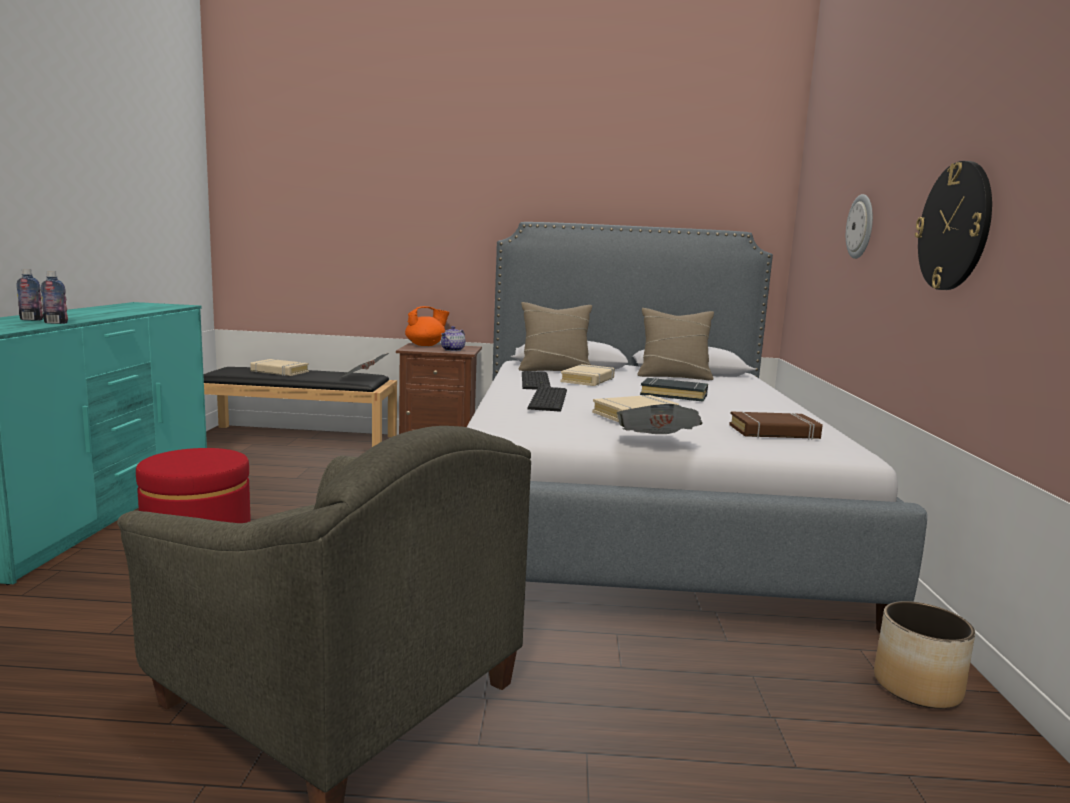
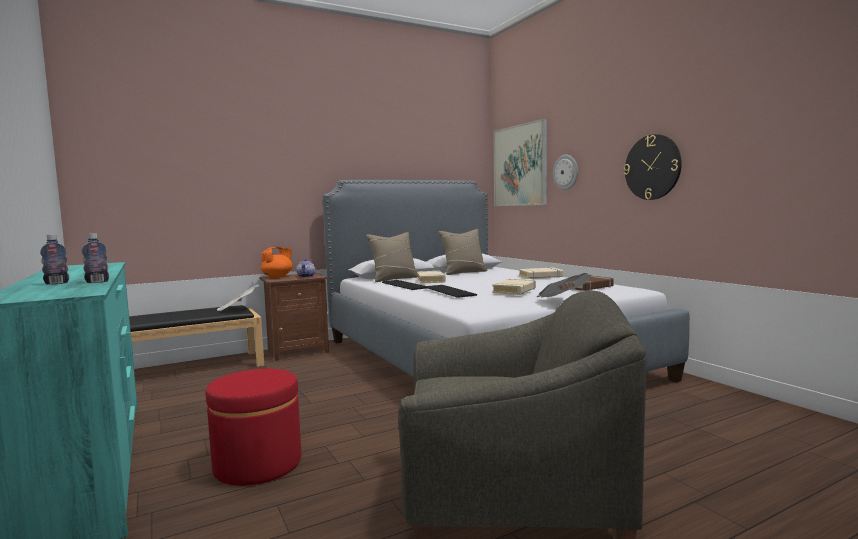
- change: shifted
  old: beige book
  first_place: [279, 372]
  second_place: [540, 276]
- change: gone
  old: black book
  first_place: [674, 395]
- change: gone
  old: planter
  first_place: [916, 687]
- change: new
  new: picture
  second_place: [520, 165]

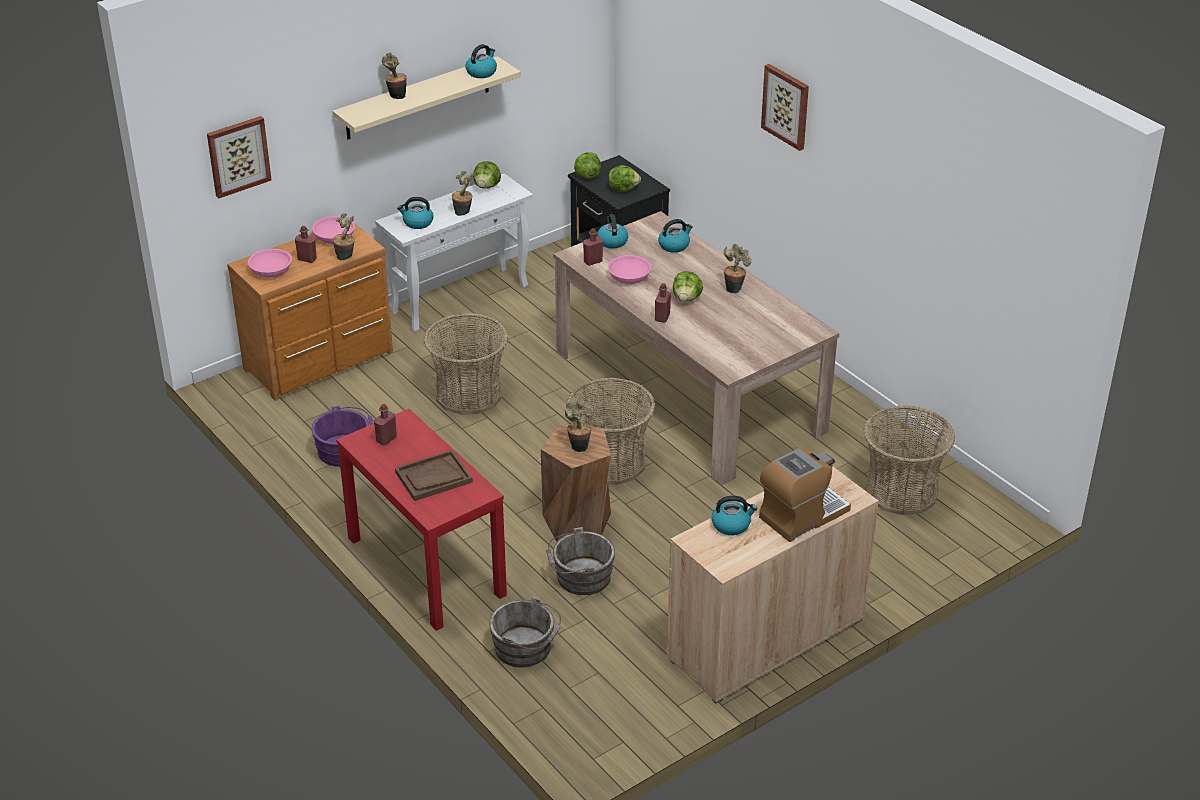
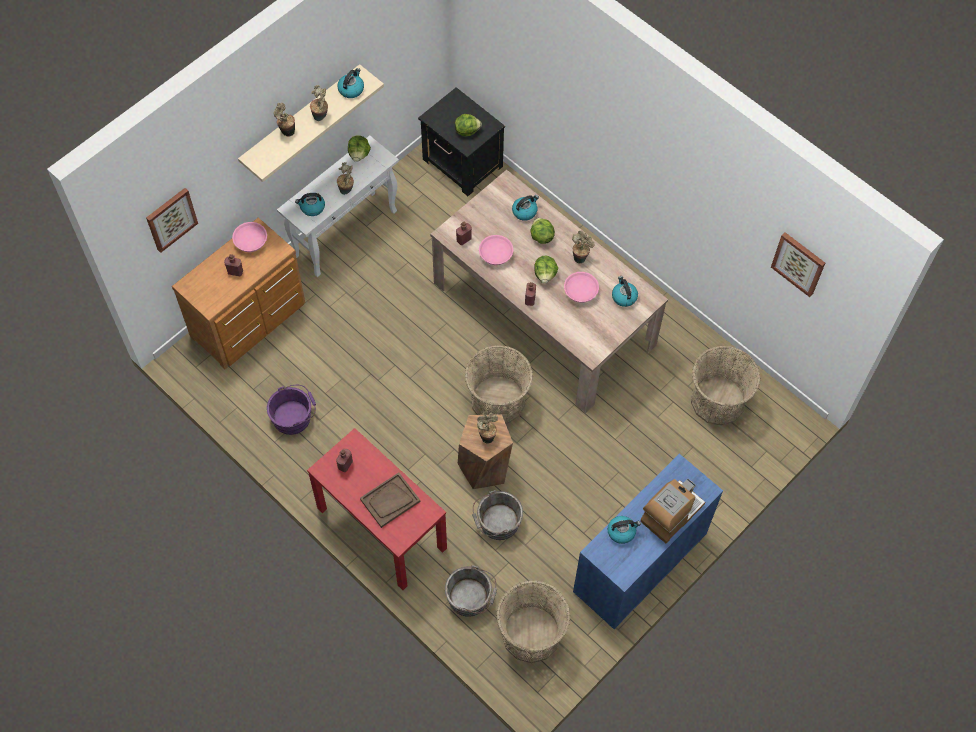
- change: shifted
  old: pink bowl
  first_place: [271, 270]
  second_place: [580, 291]
- change: shifted
  old: potted plant
  first_place: [346, 257]
  second_place: [321, 116]
- change: shifted
  old: basket
  first_place: [468, 394]
  second_place: [531, 634]
- change: shifted
  old: lettuce
  first_place: [587, 176]
  second_place: [541, 236]
- change: shifted
  old: kettle
  first_place: [612, 241]
  second_place: [624, 296]
- change: repainted
  old: beige cabinet
  new: blue cabinet
  first_place: [766, 639]
  second_place: [639, 563]
- change: shifted
  old: picture
  first_place: [786, 106]
  second_place: [799, 263]

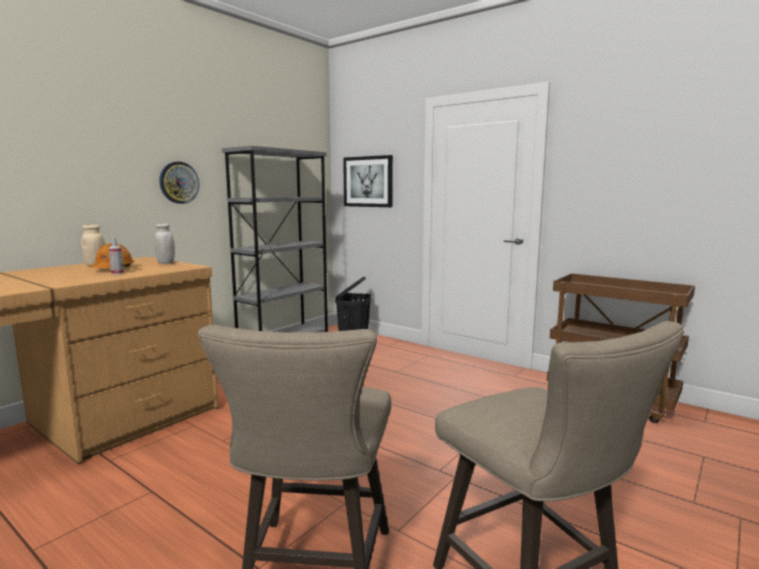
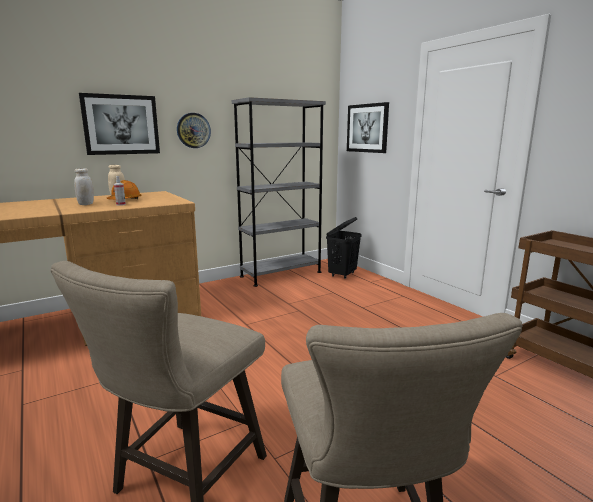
- change: shifted
  old: white jar
  first_place: [166, 263]
  second_place: [86, 204]
- change: new
  new: picture
  second_place: [121, 124]

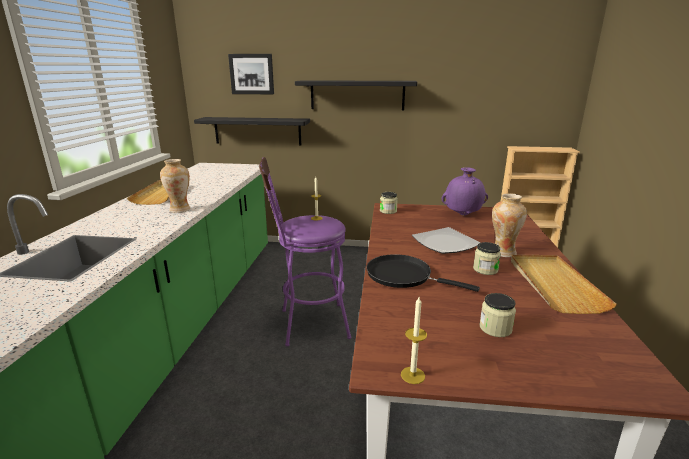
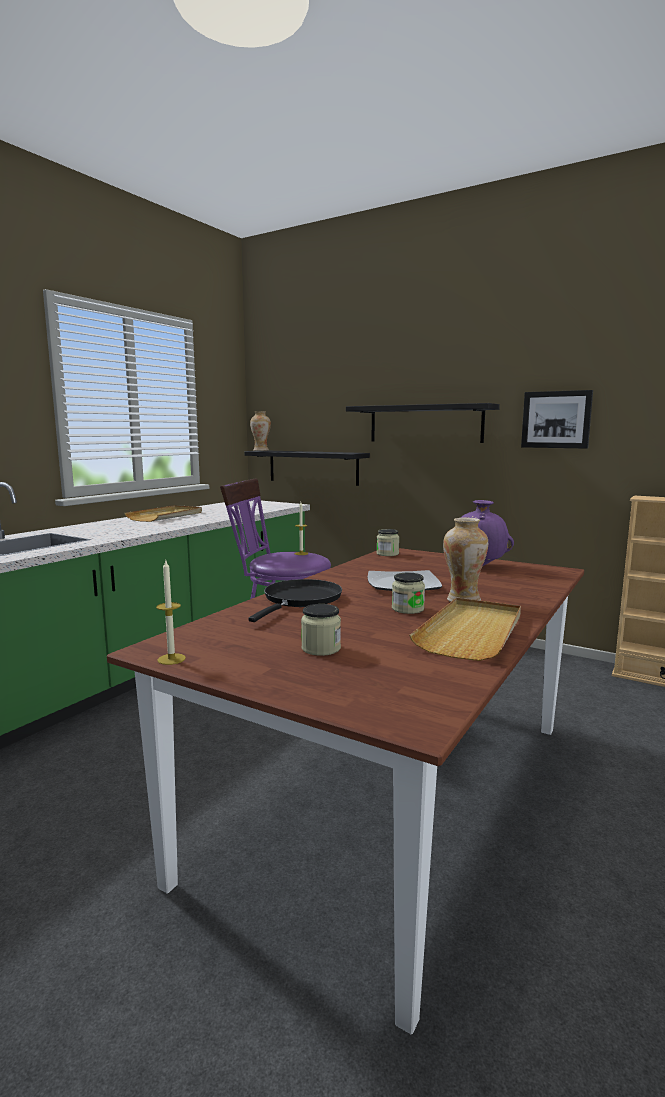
- change: shifted
  old: vase
  first_place: [180, 210]
  second_place: [261, 450]
- change: shifted
  old: picture
  first_place: [252, 74]
  second_place: [556, 419]
- change: rotated
  old: black frying pan
  first_place: [403, 276]
  second_place: [300, 600]
  degrees: 60

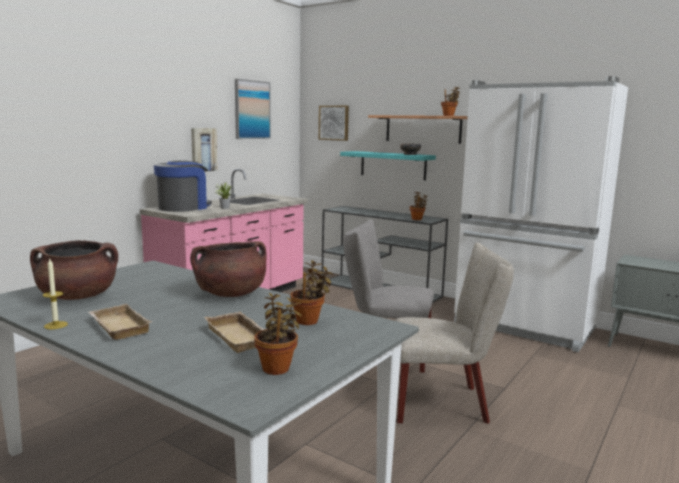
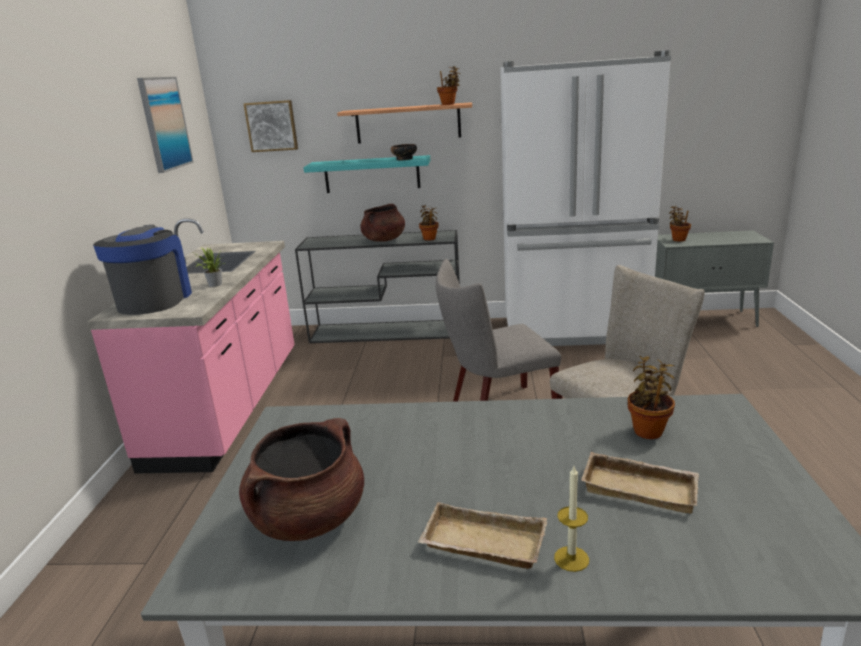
- change: shifted
  old: candle
  first_place: [56, 325]
  second_place: [571, 559]
- change: shifted
  old: brown cooking pot
  first_place: [230, 294]
  second_place: [384, 240]
- change: gone
  old: picture
  first_place: [203, 149]
- change: shifted
  old: potted plant
  first_place: [277, 367]
  second_place: [678, 239]

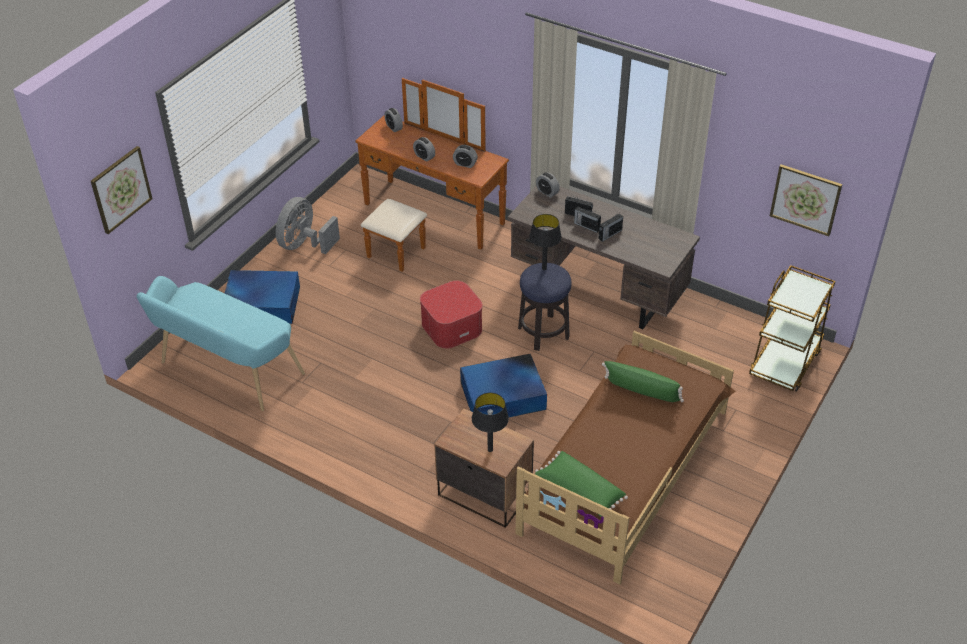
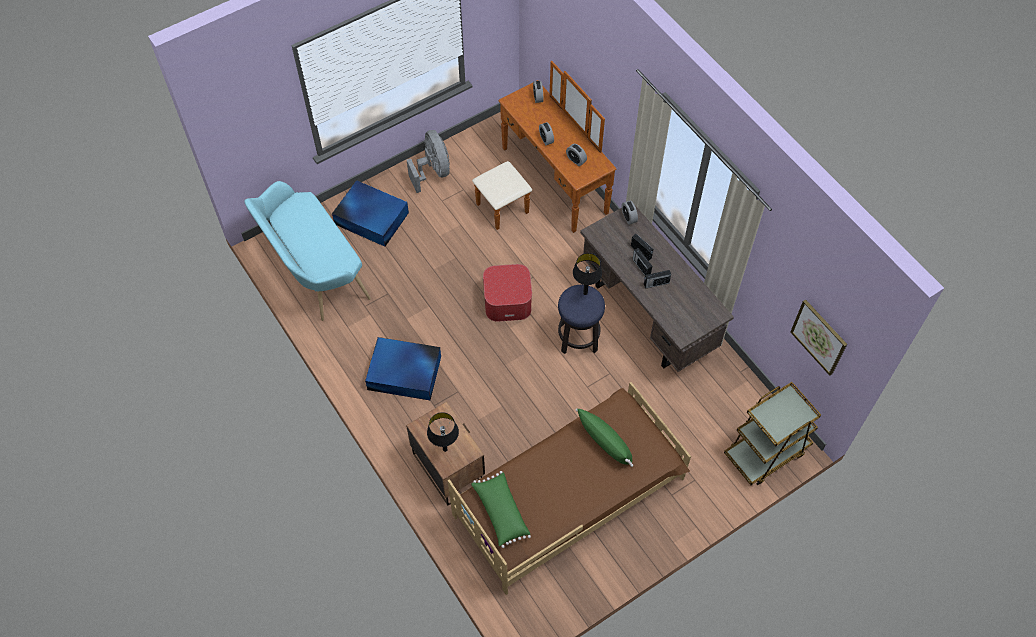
- change: gone
  old: picture
  first_place: [121, 189]
- change: rotated
  old: grey fan
  first_place: [304, 245]
  second_place: [433, 172]
  degrees: 105
- change: shifted
  old: blue storage box
  first_place: [504, 396]
  second_place: [405, 373]

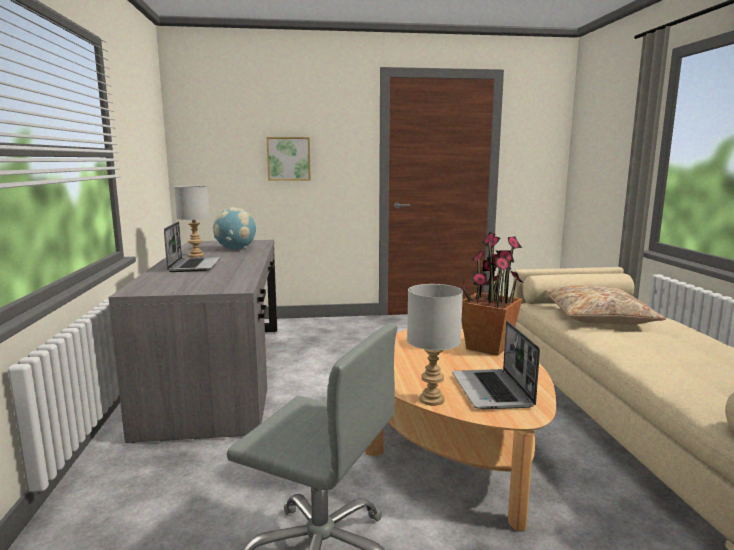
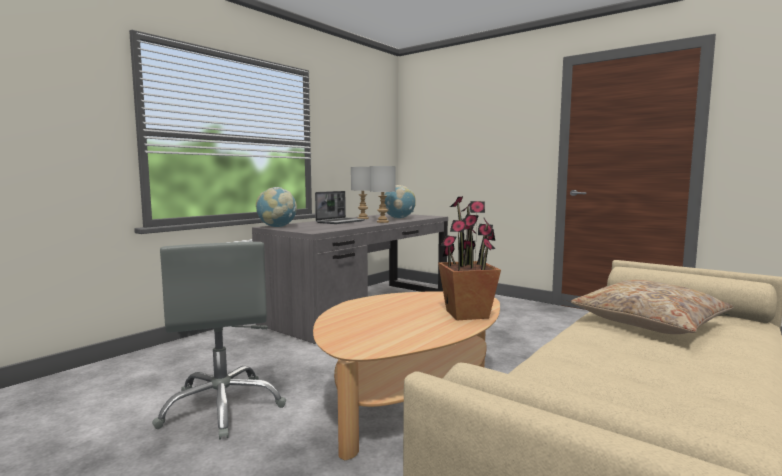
- change: gone
  old: picture
  first_place: [289, 159]
- change: shifted
  old: grey table lamp
  first_place: [432, 400]
  second_place: [382, 222]
- change: gone
  old: laptop
  first_place: [493, 391]
- change: new
  new: globe
  second_place: [277, 227]

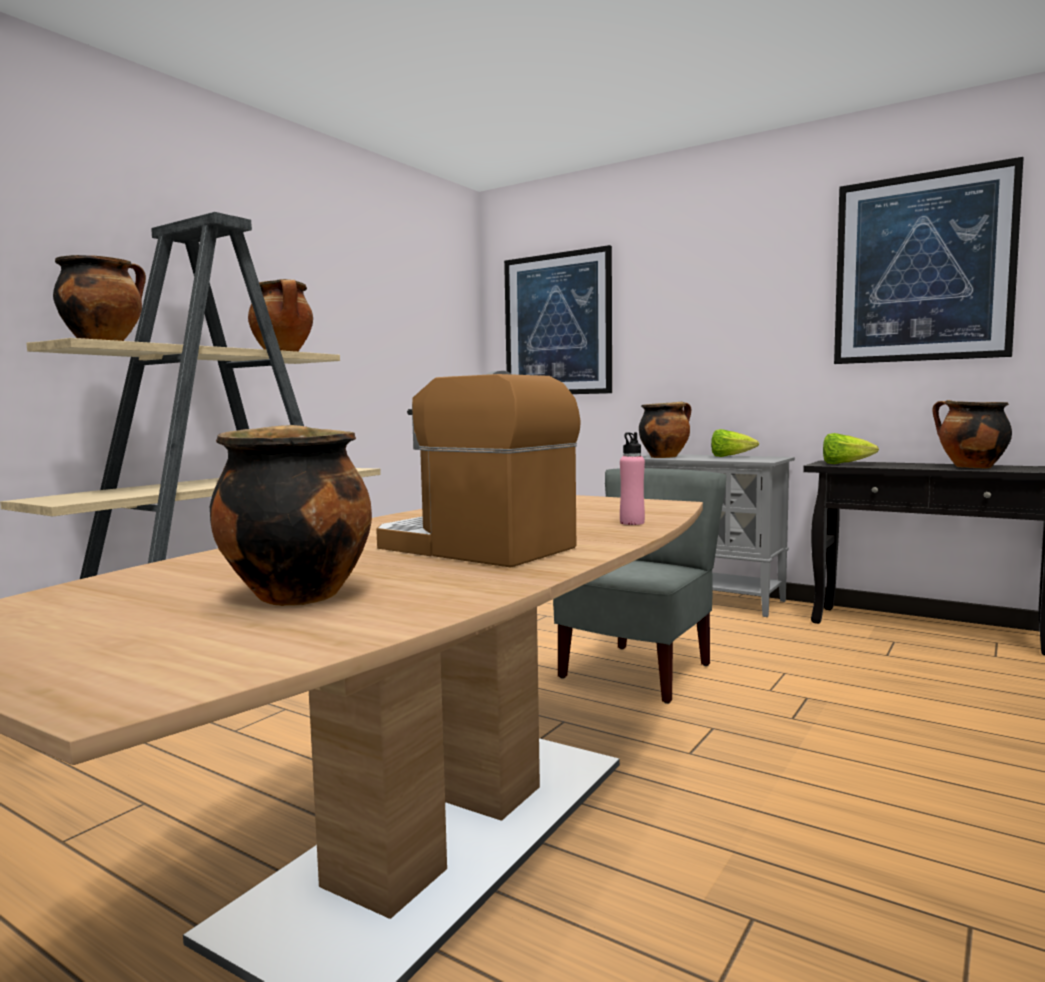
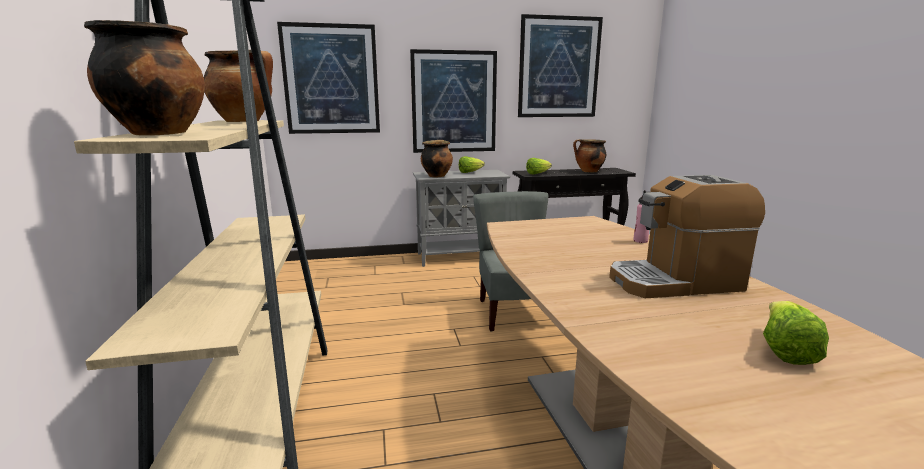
- change: swapped
  old: cooking pot
  new: lettuce
  first_place: [296, 595]
  second_place: [784, 350]
- change: new
  new: picture
  second_place: [454, 102]

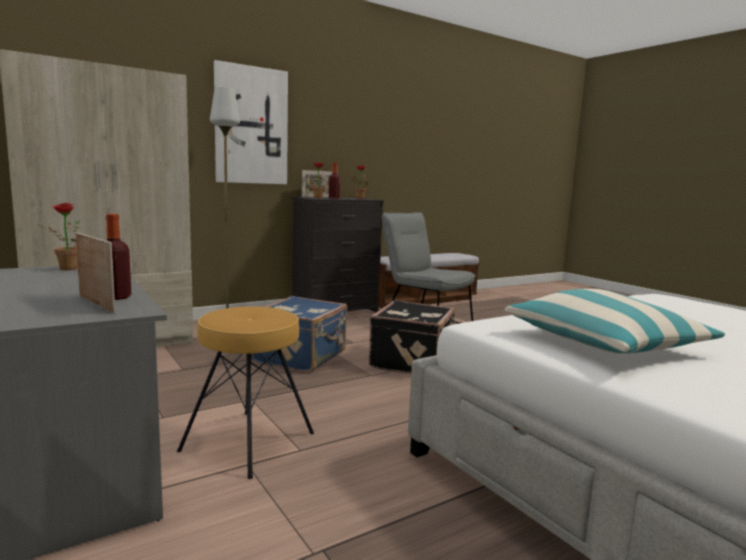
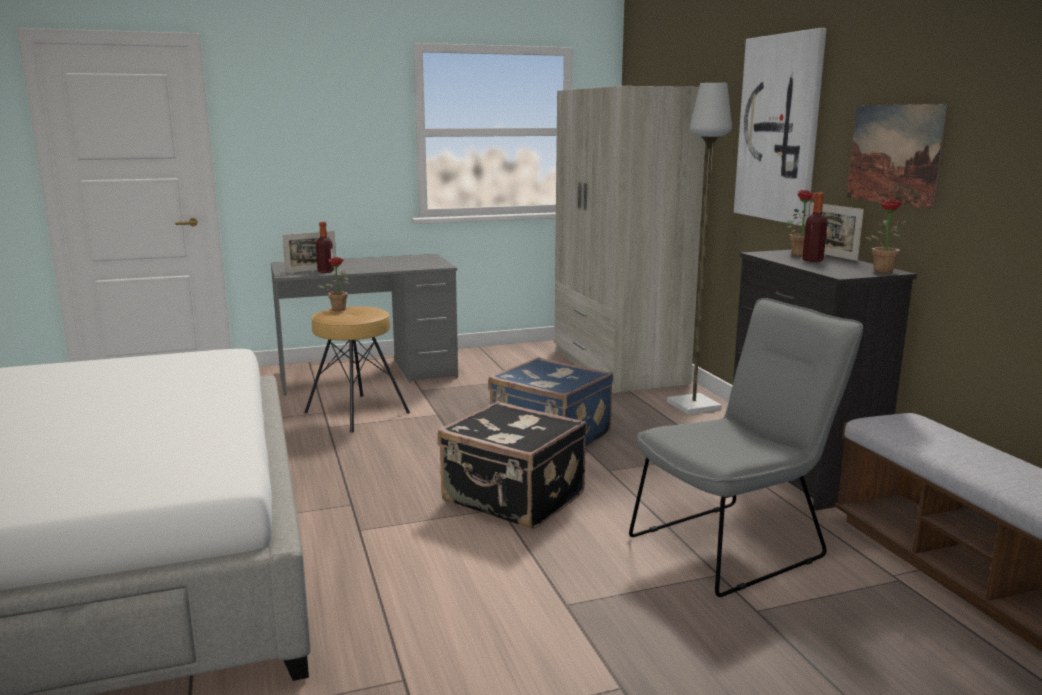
- change: shifted
  old: potted plant
  first_place: [64, 269]
  second_place: [338, 309]
- change: gone
  old: pillow
  first_place: [605, 344]
- change: new
  new: picture
  second_place: [895, 154]

